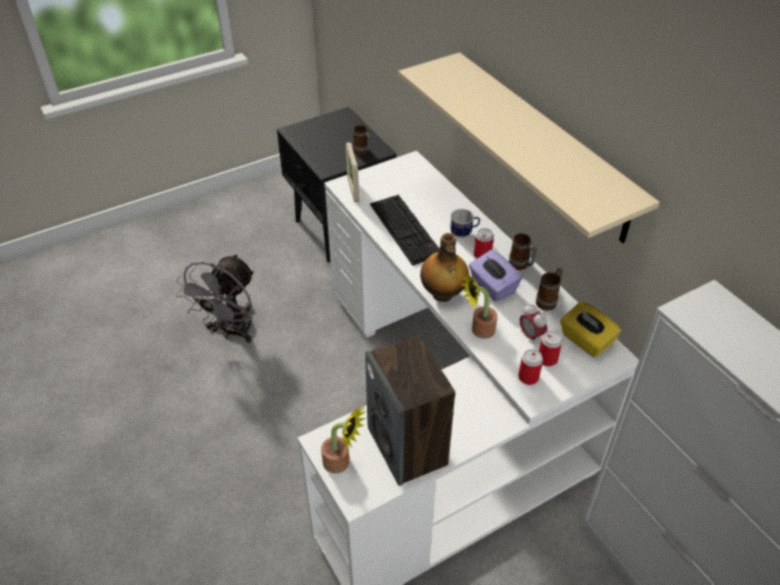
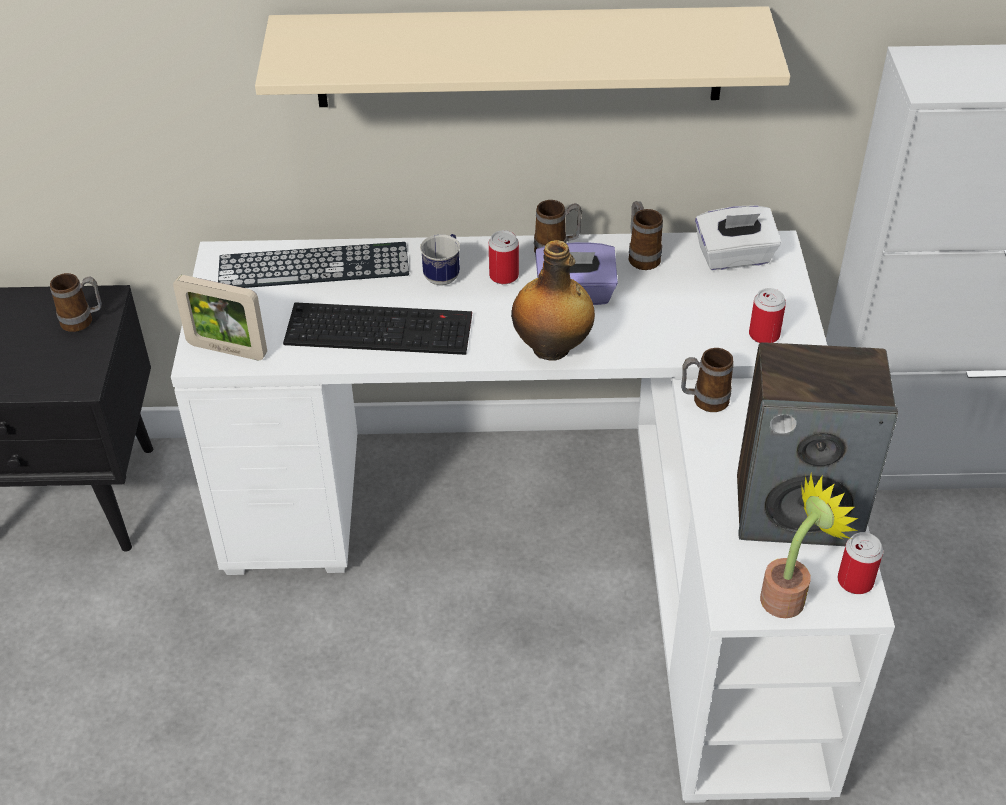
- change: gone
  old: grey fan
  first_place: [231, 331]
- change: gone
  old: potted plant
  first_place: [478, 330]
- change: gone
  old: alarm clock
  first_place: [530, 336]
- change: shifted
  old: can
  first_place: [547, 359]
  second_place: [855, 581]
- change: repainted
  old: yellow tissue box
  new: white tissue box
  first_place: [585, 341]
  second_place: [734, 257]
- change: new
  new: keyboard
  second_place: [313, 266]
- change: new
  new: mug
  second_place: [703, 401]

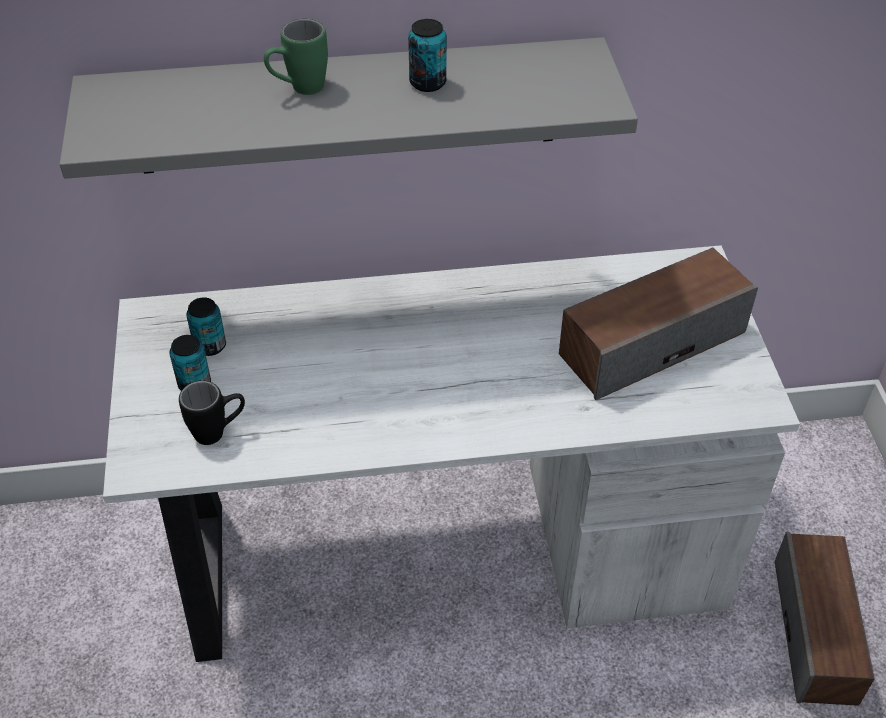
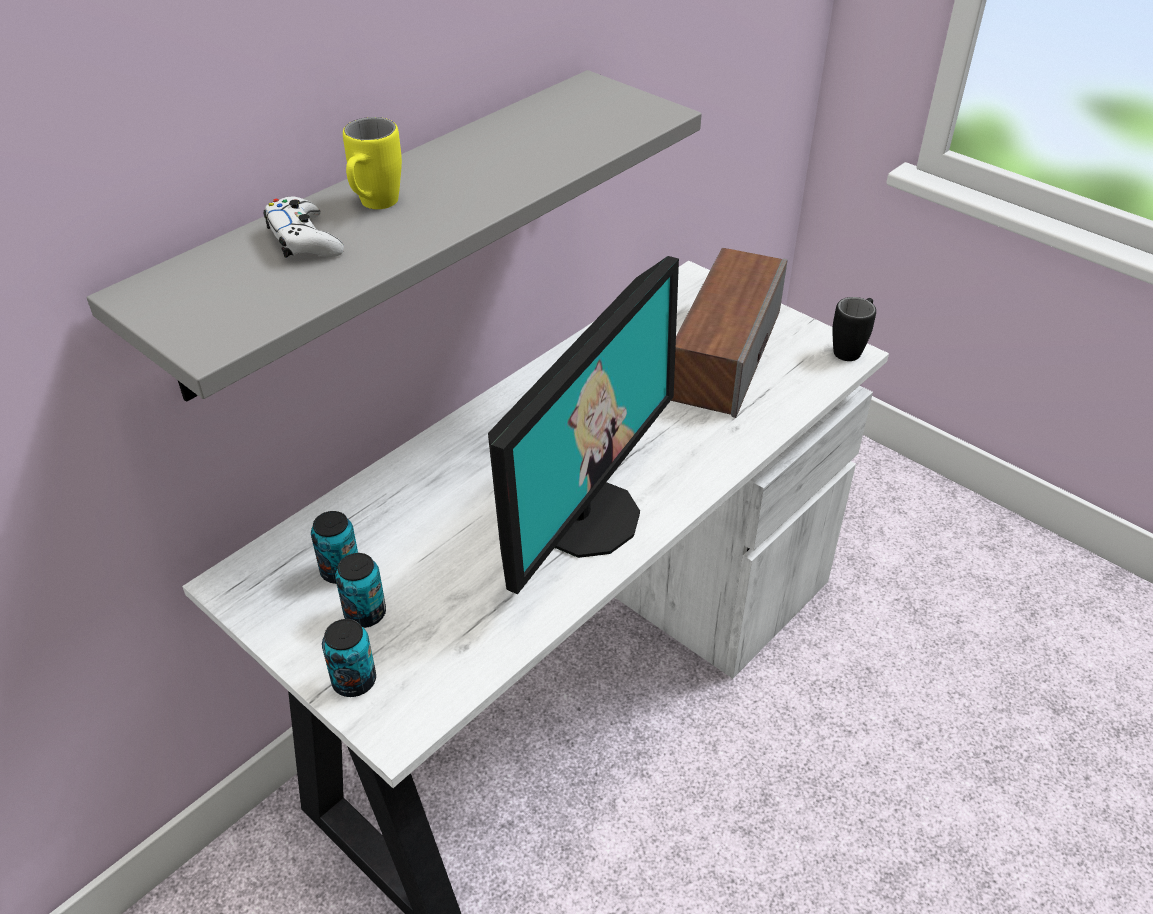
- change: shifted
  old: black mug
  first_place: [219, 432]
  second_place: [851, 348]
- change: repainted
  old: green mug
  new: yellow mug
  first_place: [299, 89]
  second_place: [374, 206]
- change: shifted
  old: can
  first_place: [428, 83]
  second_place: [354, 681]
- change: gone
  old: speaker
  first_place: [815, 631]
- change: new
  new: white game controller
  second_place: [304, 240]
- change: new
  new: monitor
  second_place: [588, 517]

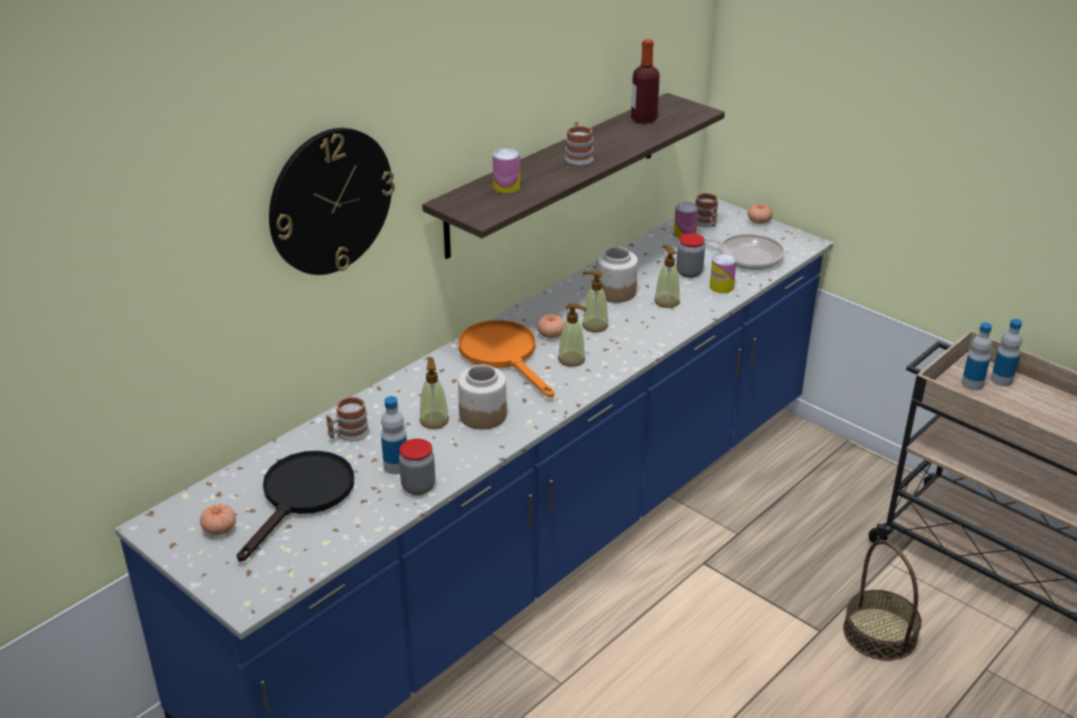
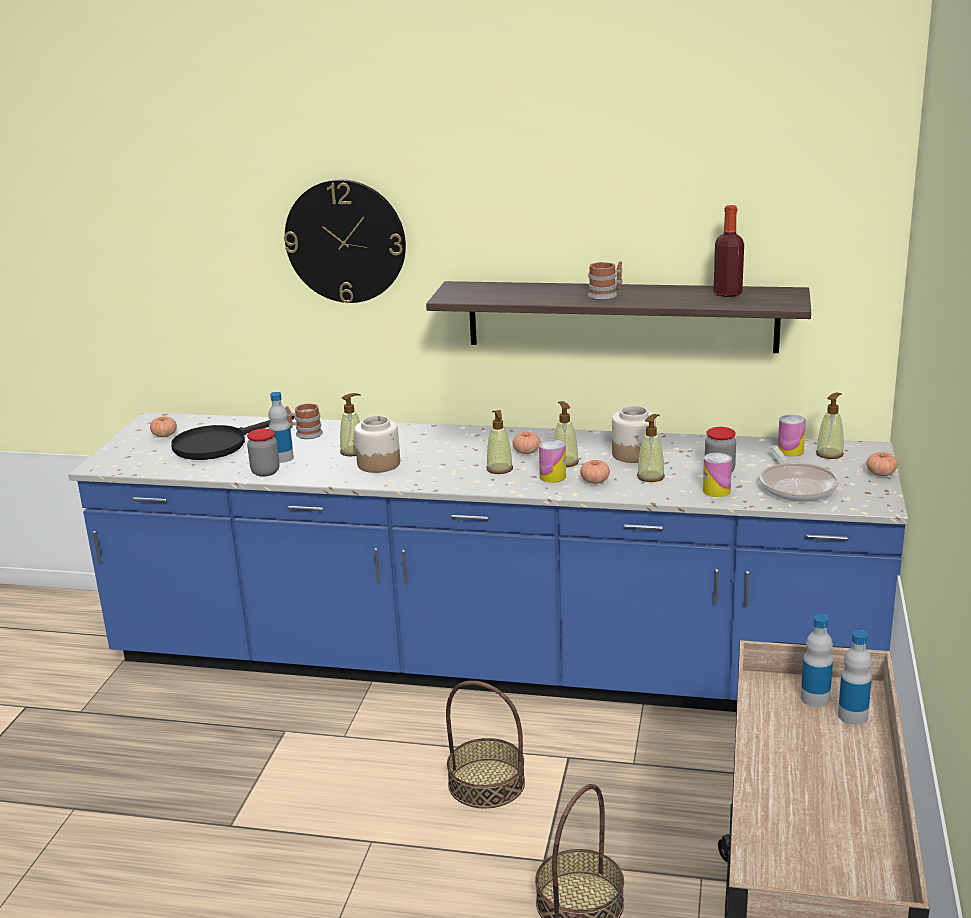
- change: rotated
  old: black frying pan
  first_place: [302, 497]
  second_place: [219, 444]
  degrees: 150
- change: gone
  old: orange frying pan
  first_place: [503, 355]
- change: shifted
  old: can
  first_place: [506, 187]
  second_place: [552, 476]
- change: swapped
  old: mug
  new: soap dispenser
  first_place: [706, 223]
  second_place: [829, 454]
- change: new
  new: basket
  second_place: [486, 783]
- change: new
  new: tomato
  second_place: [595, 481]

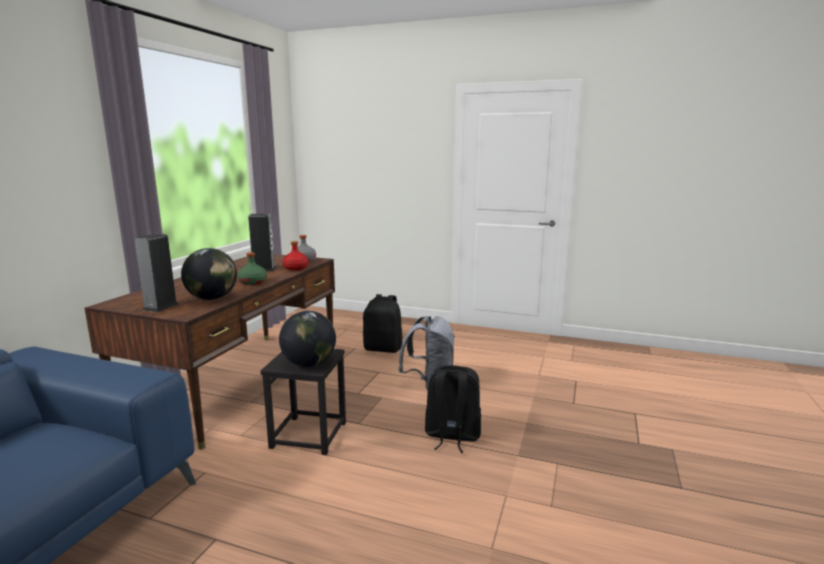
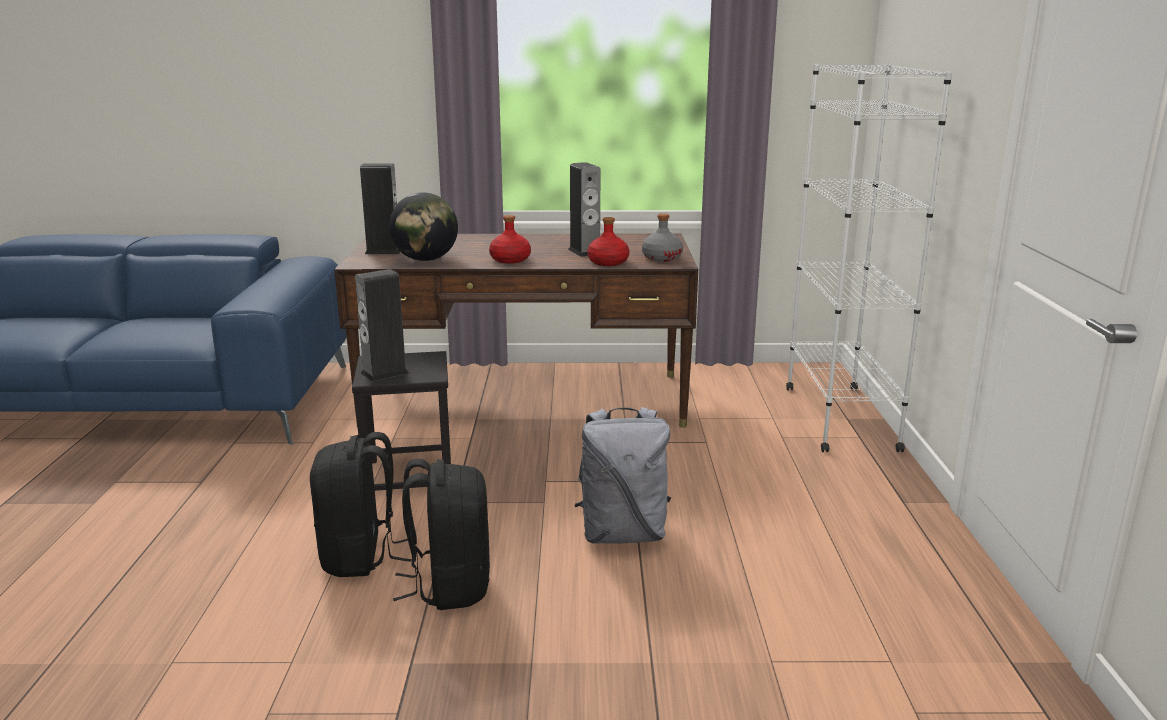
- change: repainted
  old: green bottle
  new: red bottle
  first_place: [253, 282]
  second_place: [510, 260]
- change: swapped
  old: globe
  new: speaker
  first_place: [309, 364]
  second_place: [384, 373]
- change: shifted
  old: black backpack
  first_place: [383, 348]
  second_place: [361, 557]
- change: new
  new: white bookcase
  second_place: [840, 417]

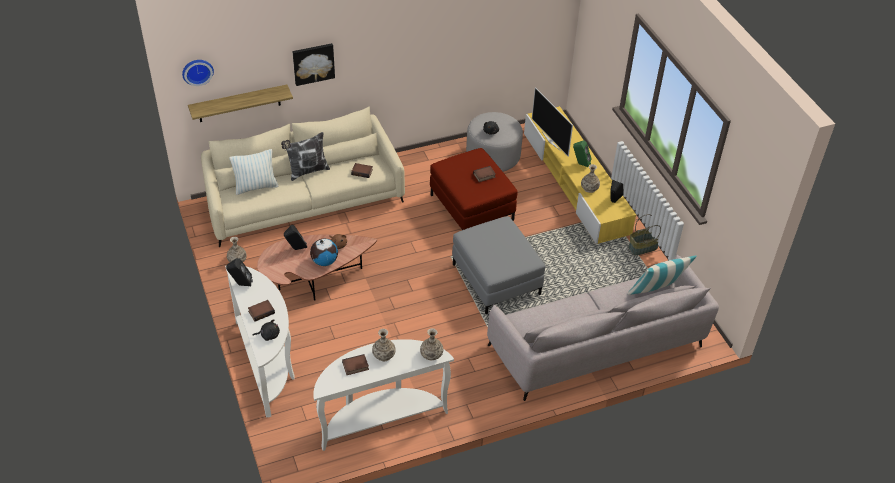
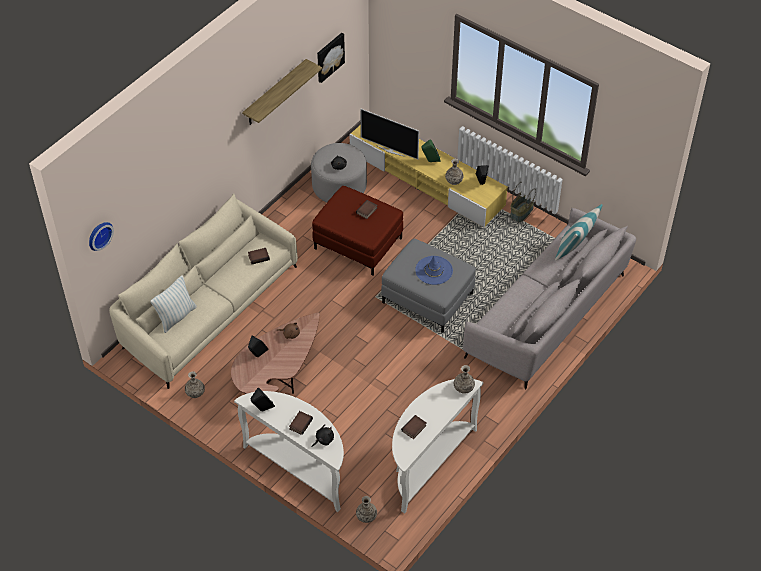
- change: shifted
  old: shelf
  first_place: [239, 103]
  second_place: [275, 93]
- change: gone
  old: pillow
  first_place: [307, 171]
- change: shifted
  old: picture
  first_place: [313, 63]
  second_place: [329, 57]
- change: gone
  old: globe
  first_place: [324, 261]
- change: shifted
  old: vase
  first_place: [383, 355]
  second_place: [366, 516]
- change: new
  new: blue hat
  second_place: [434, 270]

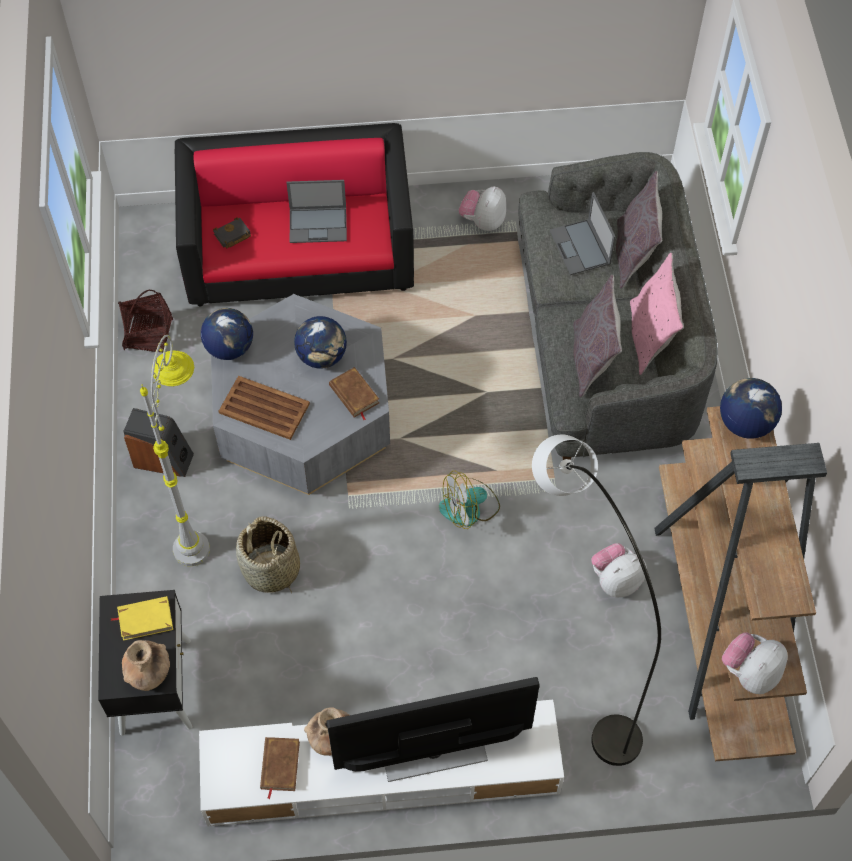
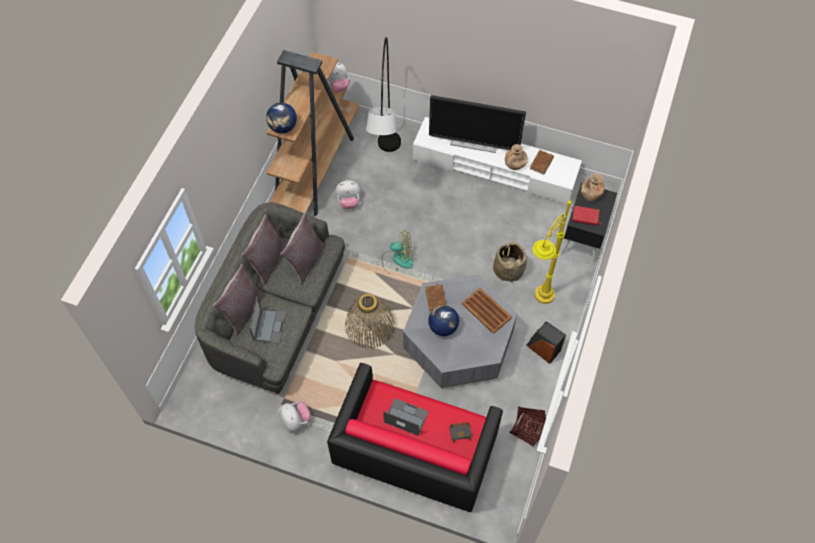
- change: repainted
  old: yellow book
  new: red book
  first_place: [145, 619]
  second_place: [585, 217]
- change: repainted
  old: grey floor lamp
  new: yellow floor lamp
  first_place: [199, 521]
  second_place: [535, 307]
- change: gone
  old: globe
  first_place: [229, 347]
- change: rotated
  old: plush toy
  first_place: [483, 221]
  second_place: [296, 421]
  degrees: -75
- change: repainted
  old: pink pillow
  new: grey pillow
  first_place: [650, 337]
  second_place: [268, 262]
- change: new
  new: basket
  second_place: [369, 326]

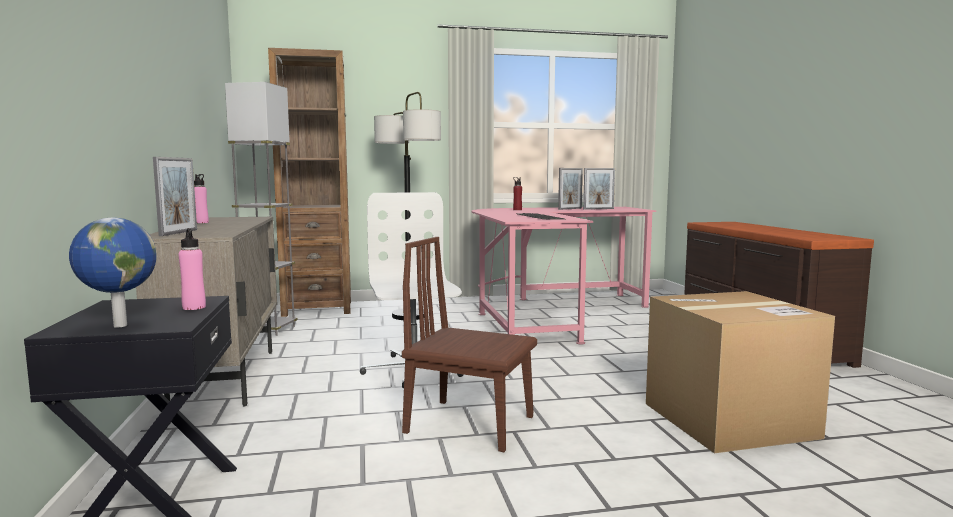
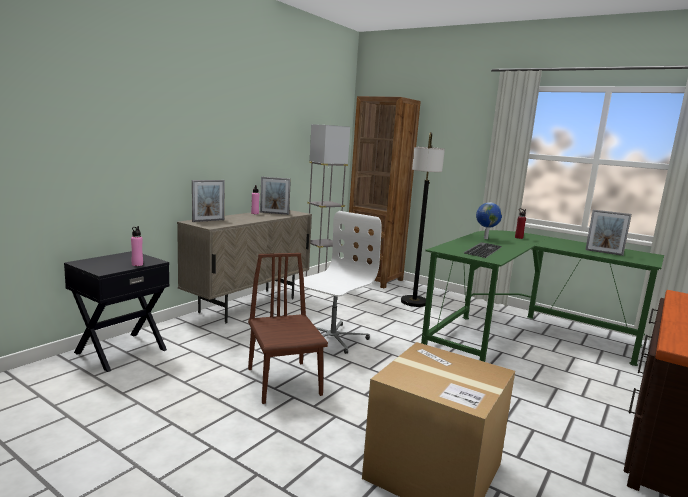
- change: shifted
  old: globe
  first_place: [118, 326]
  second_place: [485, 238]
- change: repainted
  old: pink desk
  new: green desk
  first_place: [548, 313]
  second_place: [521, 335]
- change: shifted
  old: picture frame
  first_place: [570, 209]
  second_place: [274, 213]

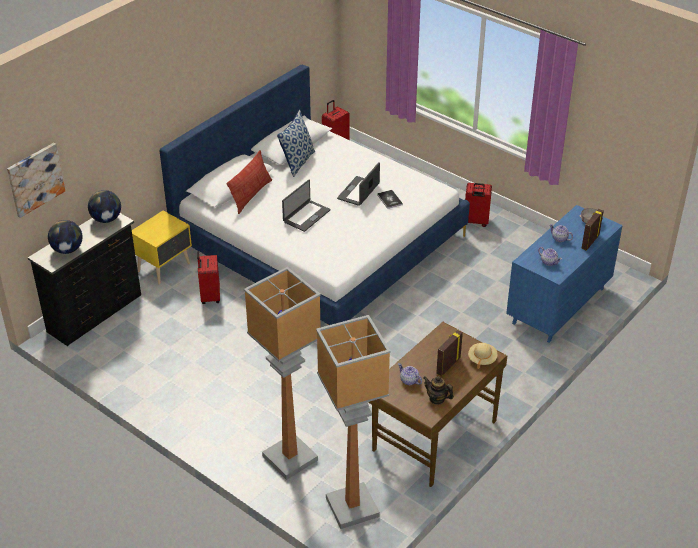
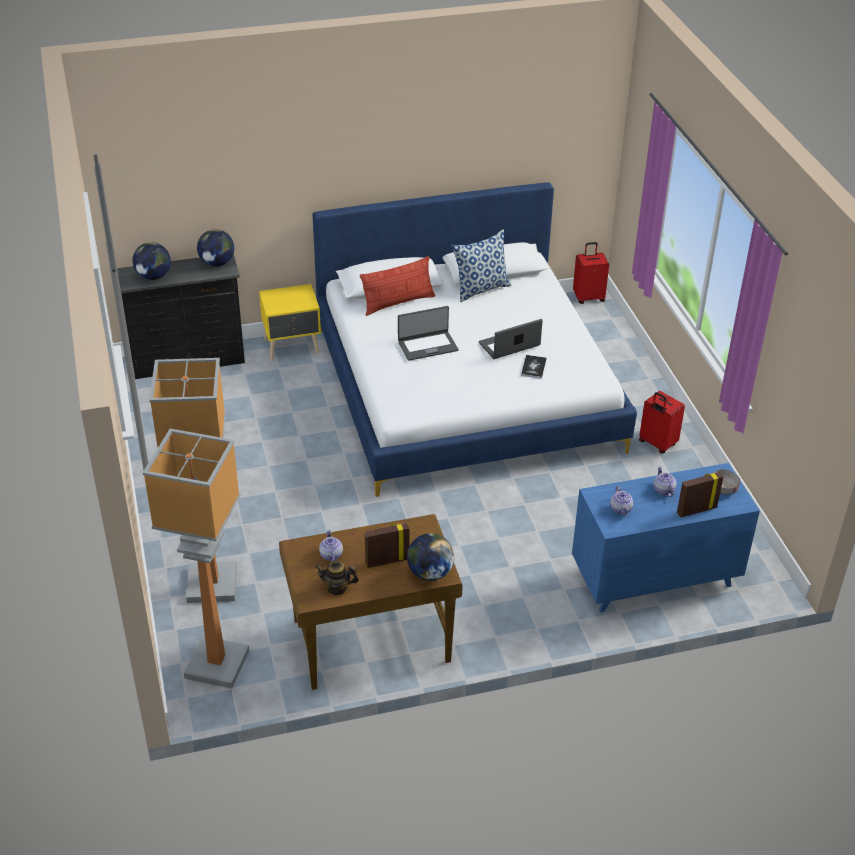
- change: gone
  old: picture
  first_place: [35, 179]
- change: gone
  old: red suitcase
  first_place: [209, 296]
- change: rotated
  old: teapot
  first_place: [437, 399]
  second_place: [337, 588]
  degrees: -60
- change: swapped
  old: beige hat
  new: globe
  first_place: [482, 359]
  second_place: [430, 573]

